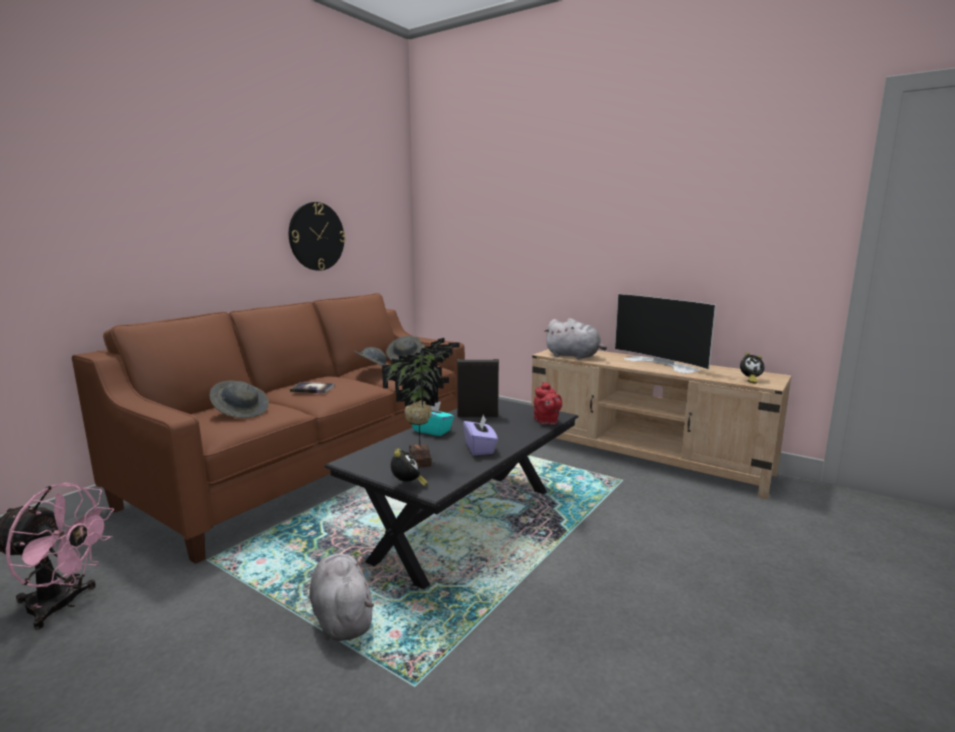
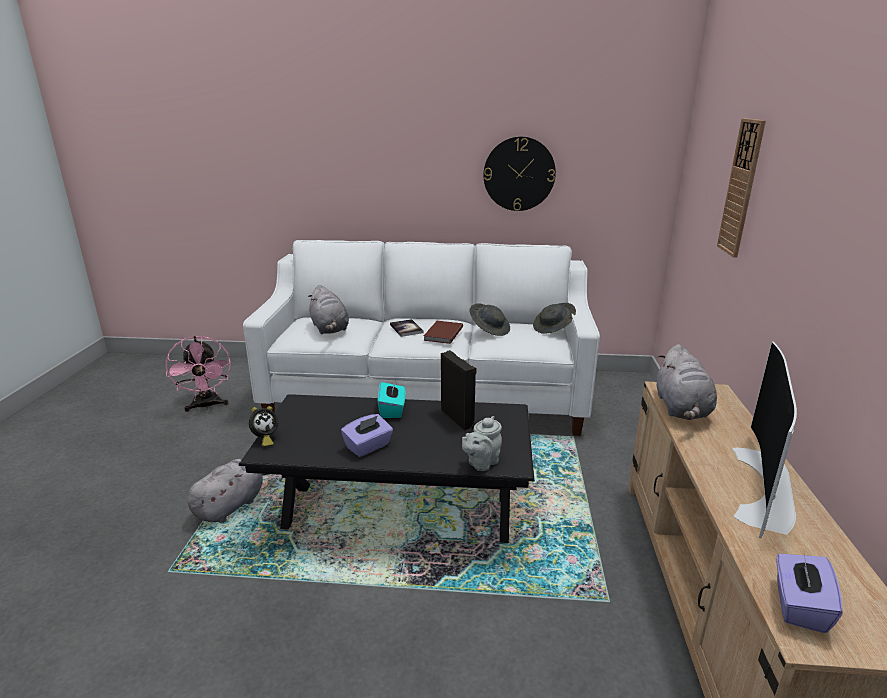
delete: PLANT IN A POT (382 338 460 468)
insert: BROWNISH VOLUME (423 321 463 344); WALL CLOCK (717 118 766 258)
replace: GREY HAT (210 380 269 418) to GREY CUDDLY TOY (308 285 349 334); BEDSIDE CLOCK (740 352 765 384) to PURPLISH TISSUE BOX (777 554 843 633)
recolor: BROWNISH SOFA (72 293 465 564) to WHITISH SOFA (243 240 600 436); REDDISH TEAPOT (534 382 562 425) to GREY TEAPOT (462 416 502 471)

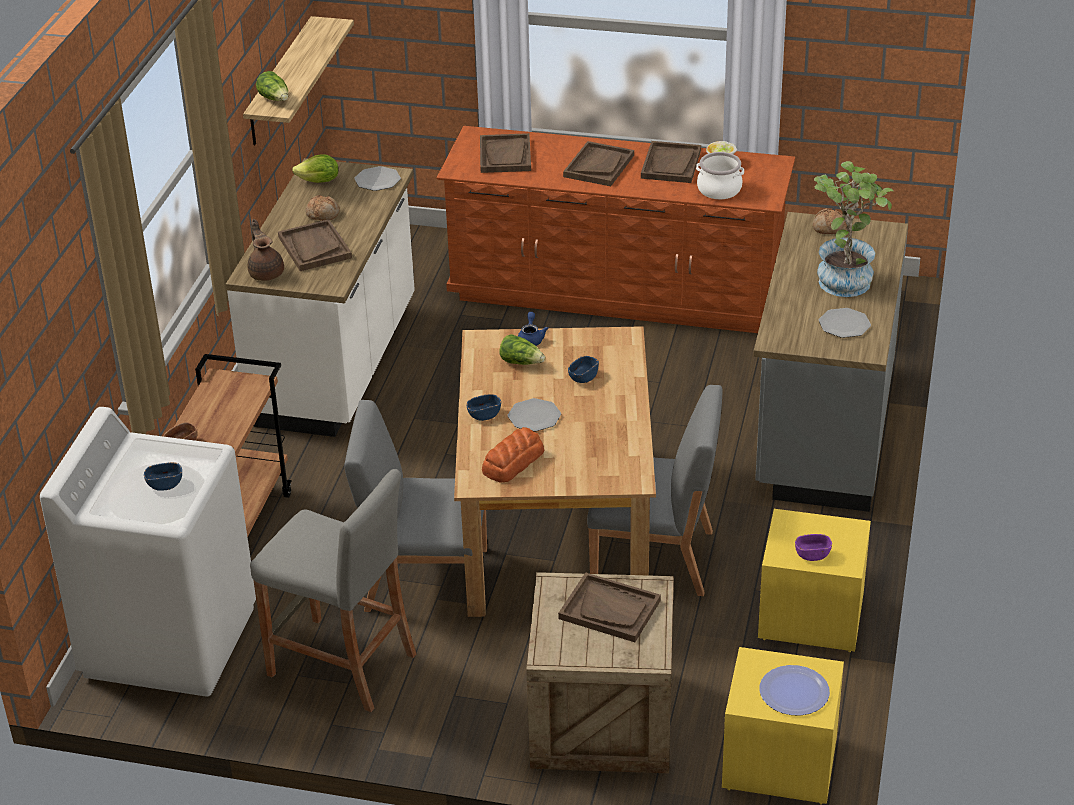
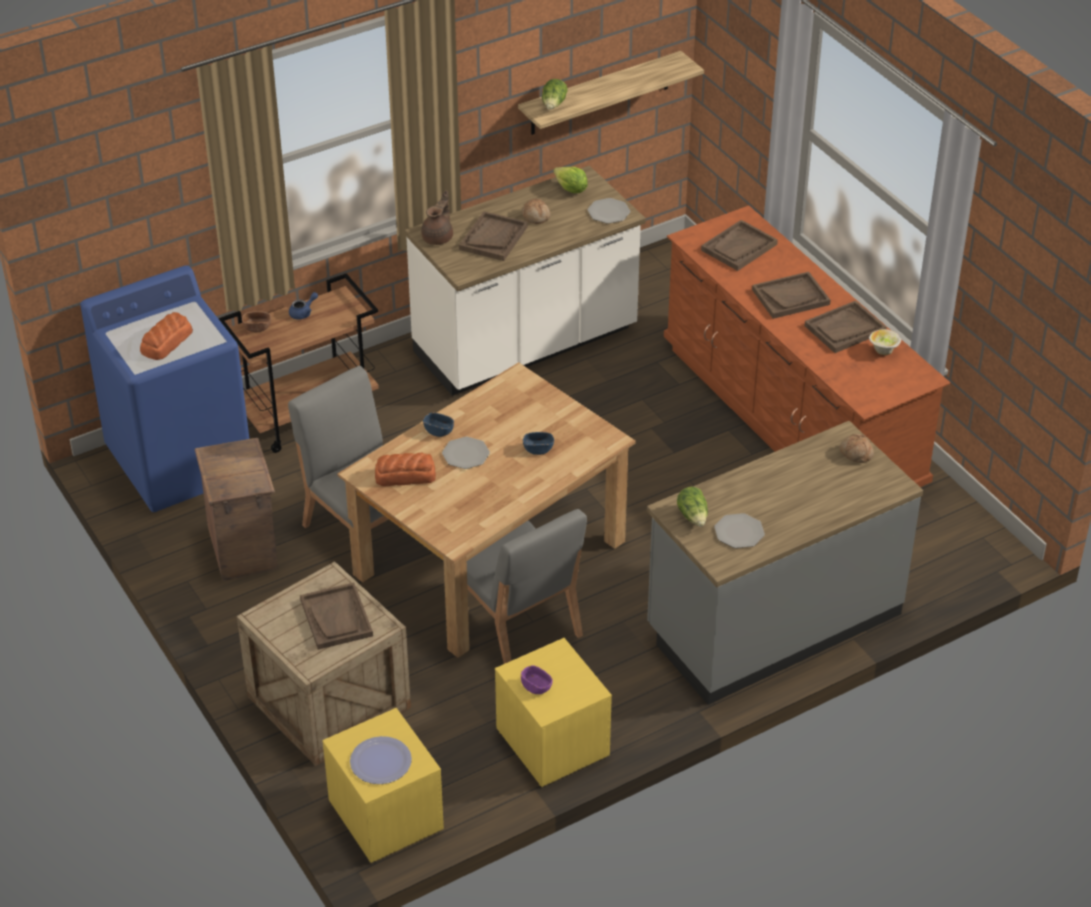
delete: COOKING POT (696 152 744 199); PLANT IN A POT (814 161 894 297)
move: BLUISH TEAPOT (518 312 548 346) to (289 292 318 320); LETTUCE (499 334 545 365) to (677 487 708 527)
replace: BLUISH SERVING BOWL (144 462 182 491) to BAKERY BREAD (140 312 193 360); GREY SITTING STOOL (250 469 416 712) to PACKING CRATE (195 438 278 581)
recolor: WHITISH WASHING MACHINE (40 407 256 696) to BLUISH WASHING MACHINE (80 265 249 512)

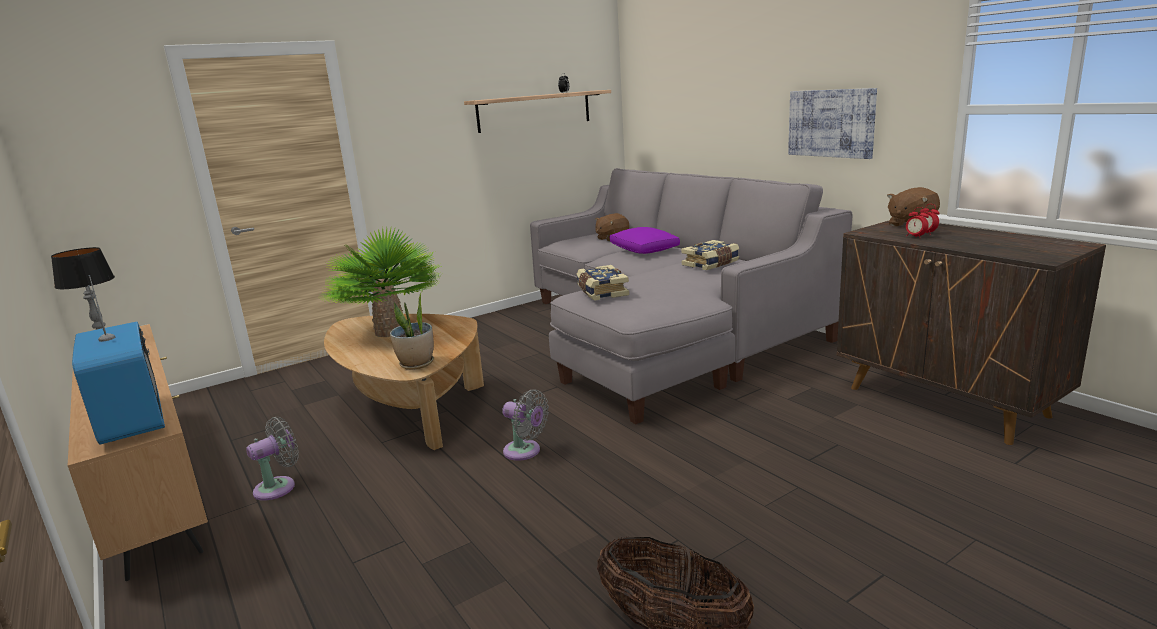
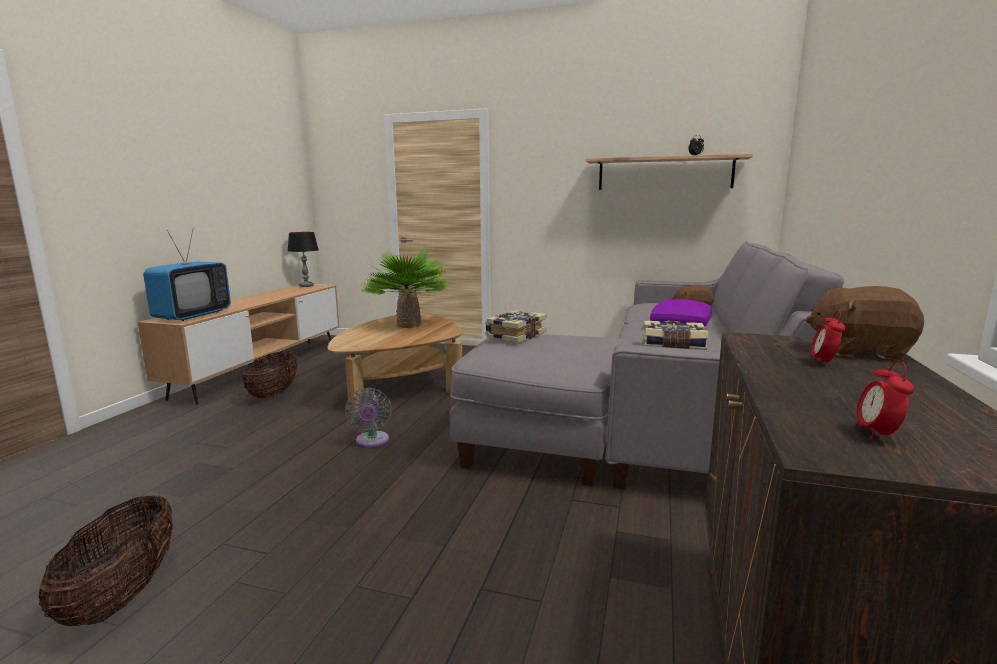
delete: PLANT IN A POT (390 292 434 370); WALL ART (788 88 877 159)
move: BEDSIDE CLOCK (906 207 929 237) to (856 361 914 440)
replace: GREY ELECTRIC FAN (246 417 299 501) to STORAGE BASKET (243 351 297 398)

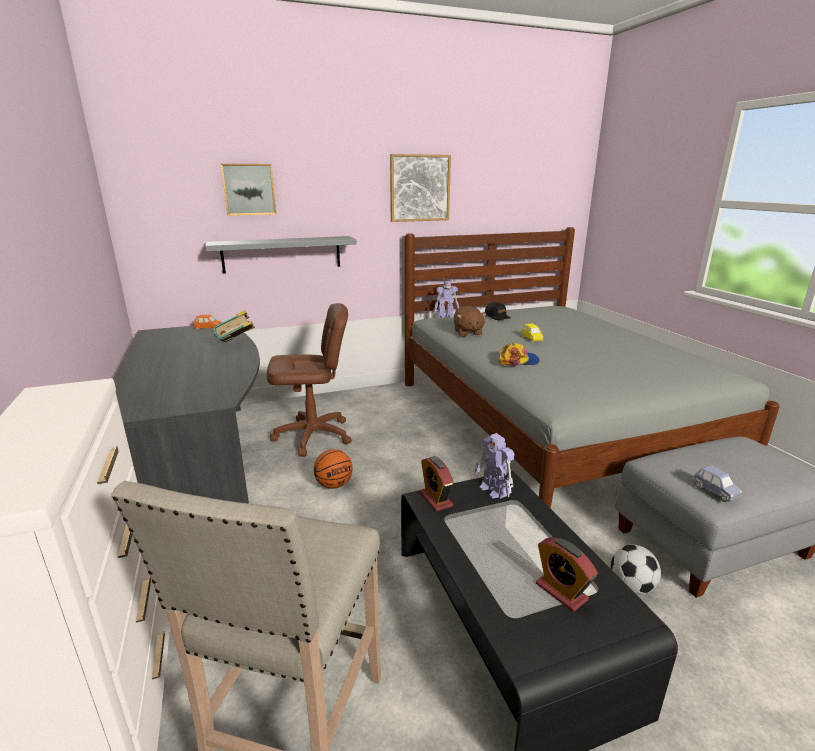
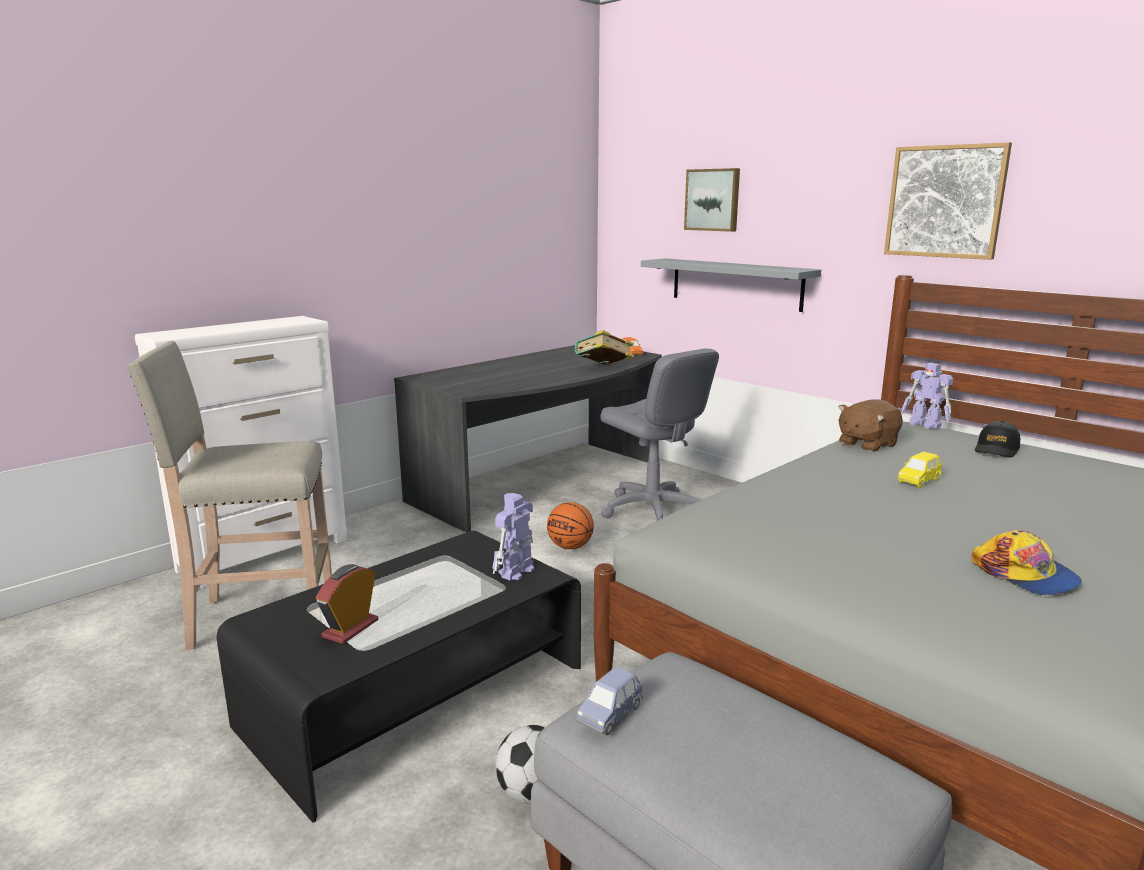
delete: BEDSIDE CLOCK (420 456 454 512)
move: CAP (499 343 540 366) to (972 530 1082 595)
recolor: BROWNISH OFFICE CHAIR (267 303 352 457) to GREY OFFICE CHAIR (600 348 719 521)

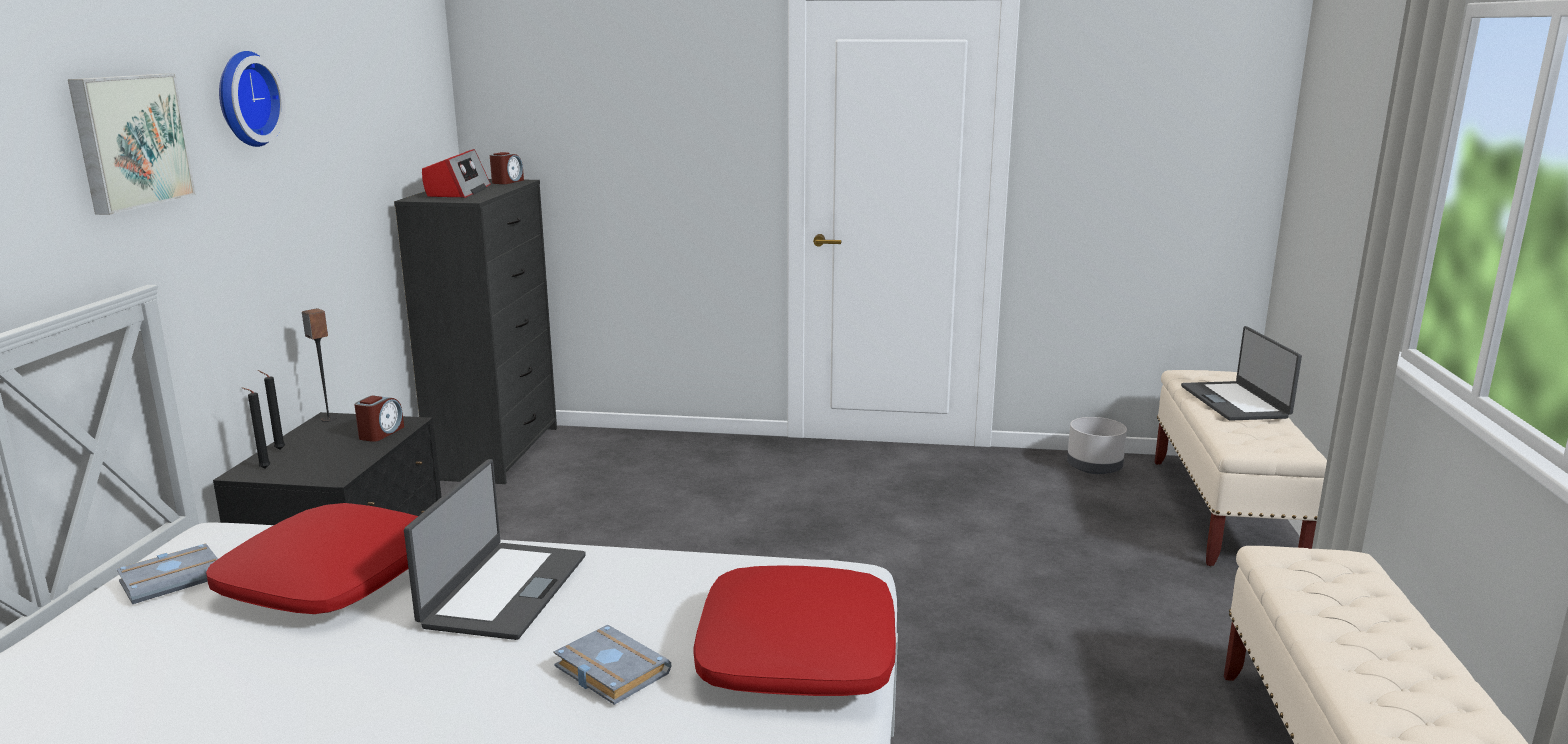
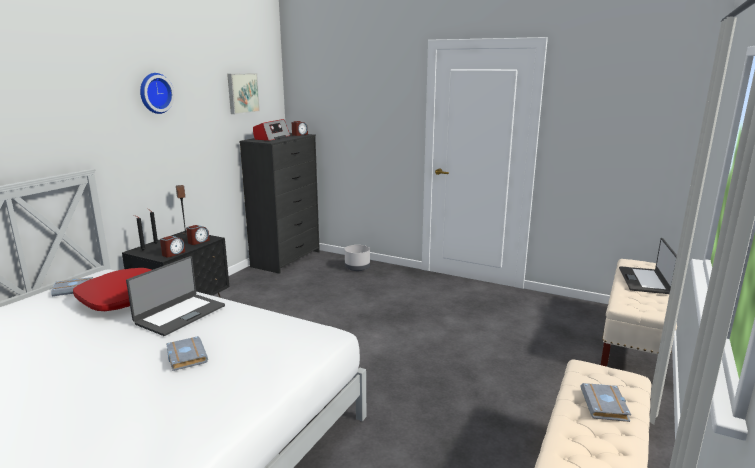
delete: REDDISH CUSHION (693 566 896 696)
insert: BEDSIDE CLOCK (160 236 185 257); GREY VOLUME (580 383 631 422)
move: WALL ART (68 74 196 215) to (227 73 260 114); GREY PLANTER (1067 417 1127 474) to (345 245 370 271)

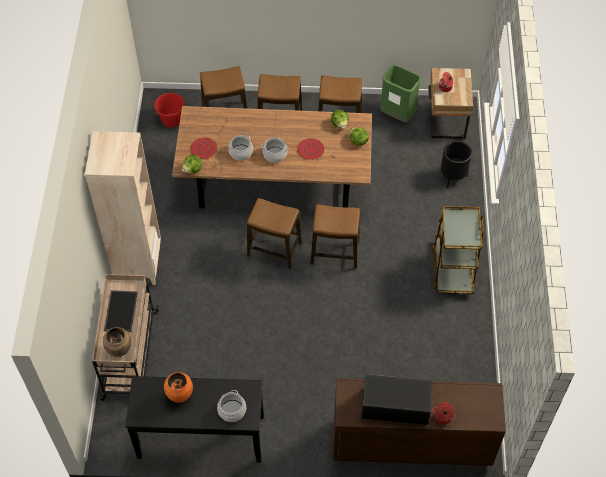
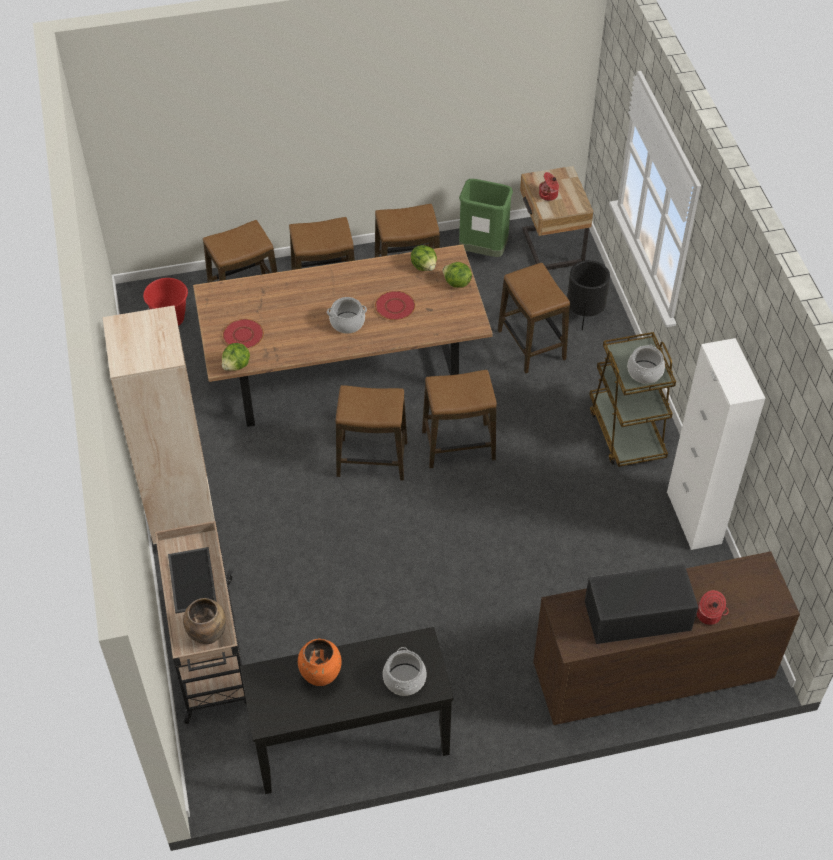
insert: SITTING STOOL (498 263 570 373); WHITISH CABINET (667 338 765 550)
move: COOKING POT (228 135 253 161) to (627 344 665 384)

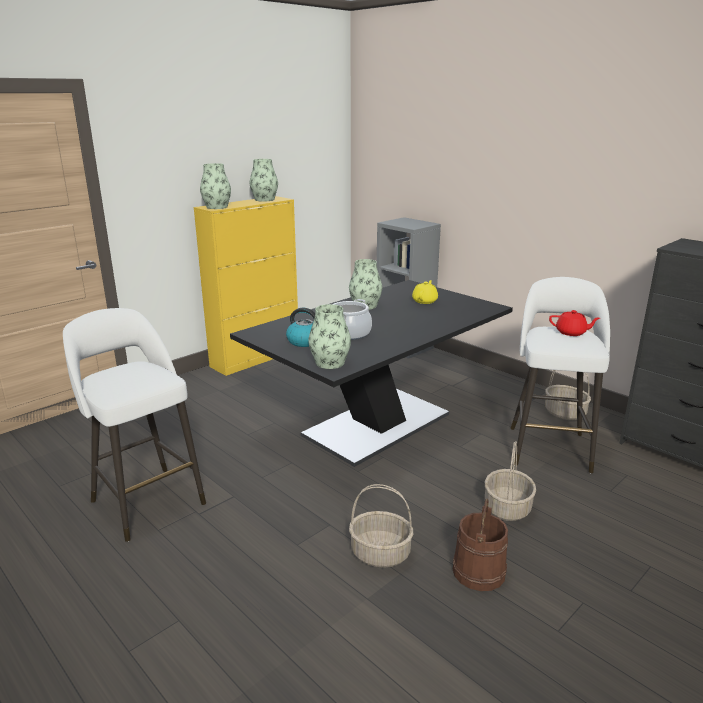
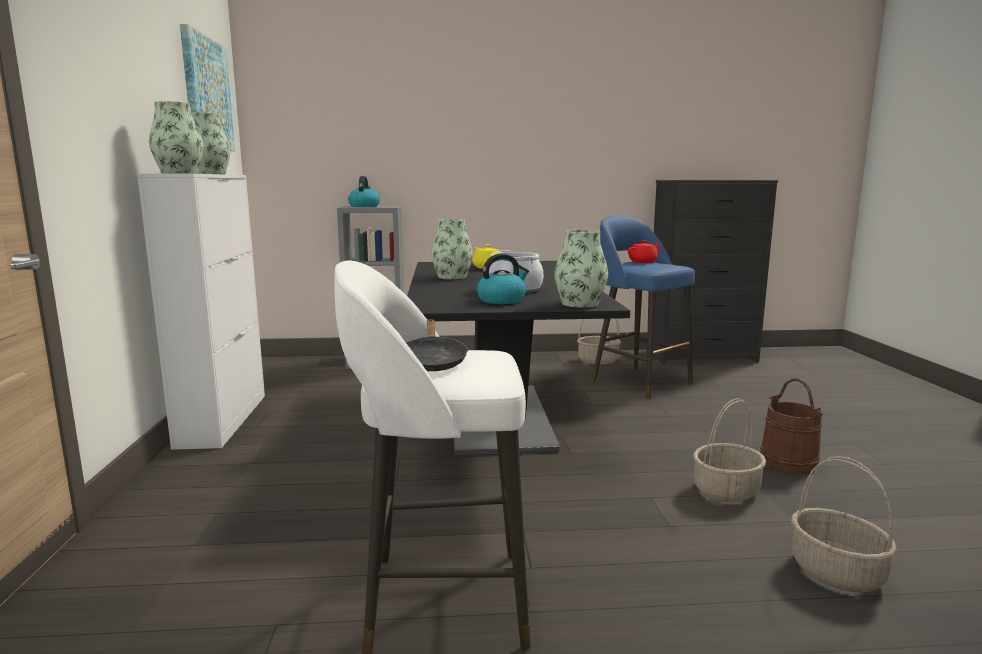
insert: WALL ART (180 24 235 151); TEA KETTLE (348 176 380 207); BLACK-COLOURED SKILLET (406 319 468 371)
move: STORAGE BASKET (485 441 536 521) to (791 456 897 592)
recolor: YELLOW CABINET (194 196 298 376) to WHITISH CABINET (137 174 265 450); WHITISH SITTING STOOL (510 277 610 473) to BLUISH SITTING STOOL (592 215 695 399)

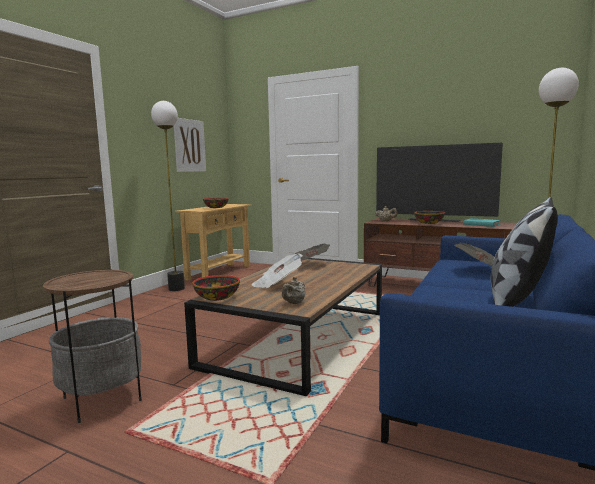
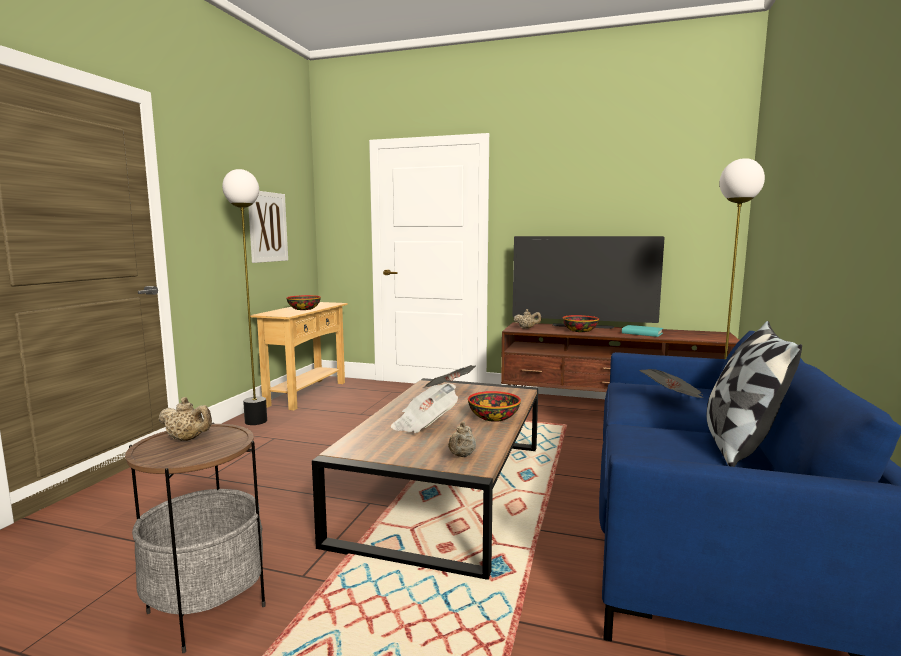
insert: BEIGE-COLOURED TEAPOT (158 397 212 441)
move: SERVING BOWL (192 275 240 301) to (468 391 521 422)

